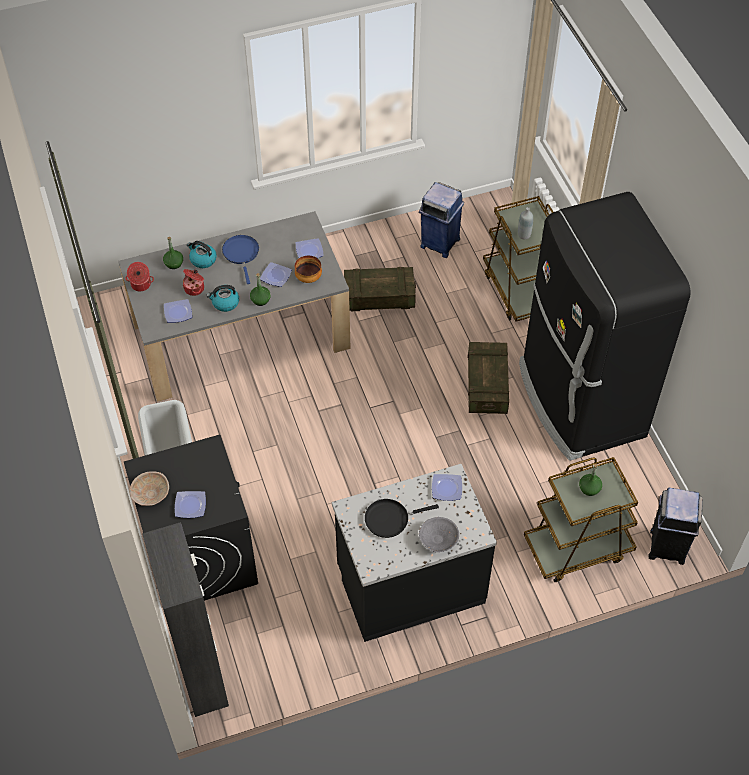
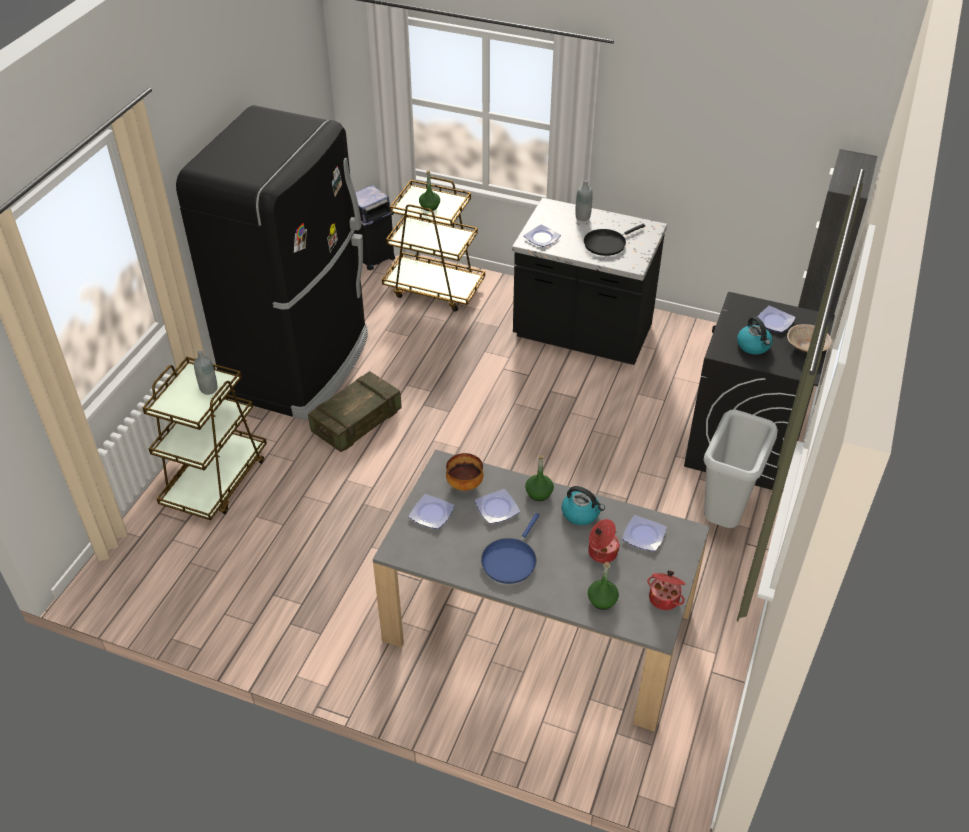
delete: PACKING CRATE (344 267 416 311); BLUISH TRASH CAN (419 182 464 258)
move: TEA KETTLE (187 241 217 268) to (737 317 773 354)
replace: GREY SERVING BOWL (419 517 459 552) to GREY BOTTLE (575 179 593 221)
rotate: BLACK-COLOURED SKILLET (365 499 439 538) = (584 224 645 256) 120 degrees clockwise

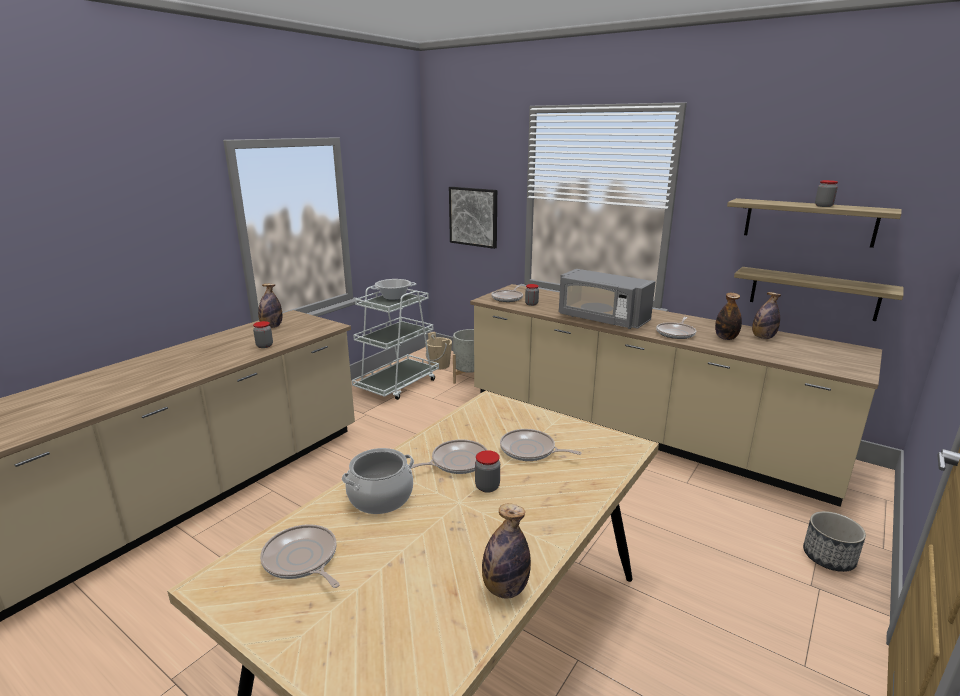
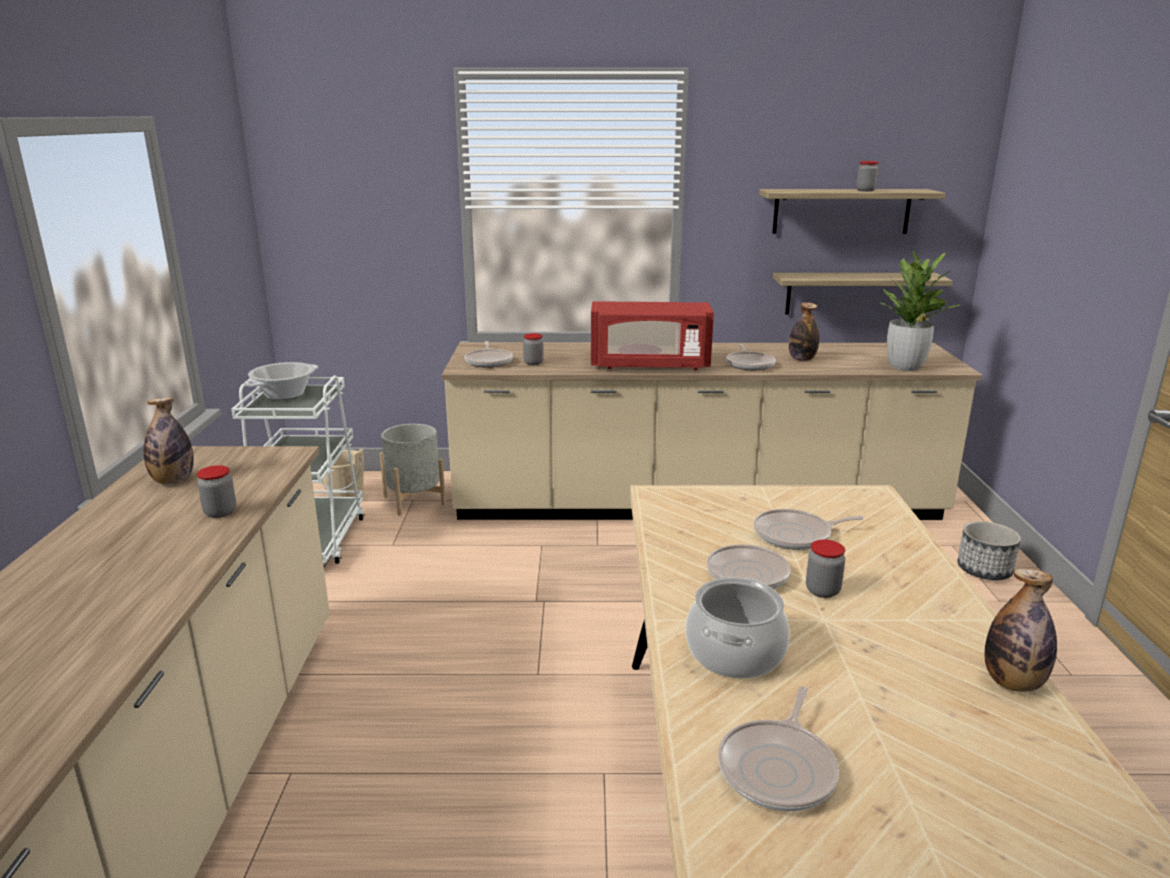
delete: WALL ART (449 187 497 249); BOTTLE (752 292 781 339)
insert: PLANT IN A POT (875 250 960 371)
recolor: GREY KITCHEN MICROWAVE (559 269 655 329) to REDDISH KITCHEN MICROWAVE (591 301 714 370)
rotate: SKILLET (260 524 340 588) = (718 686 839 812) 75 degrees counterclockwise

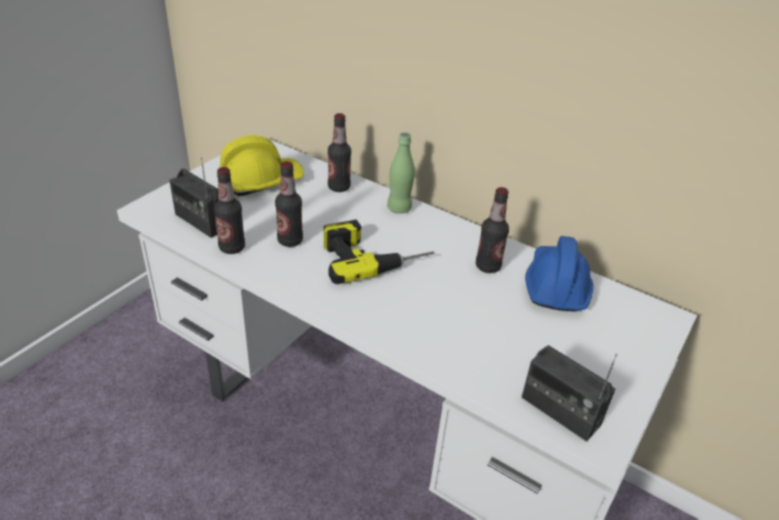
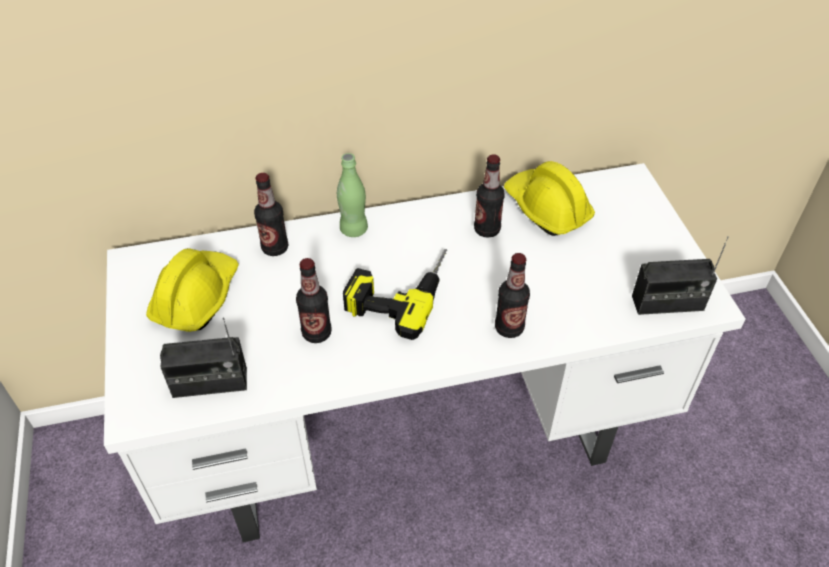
move: BOTTLE (214 167 245 254) to (495 253 530 338)
recolor: BLUISH HARD HAT (525 236 594 312) to YELLOW HARD HAT (504 161 595 236)

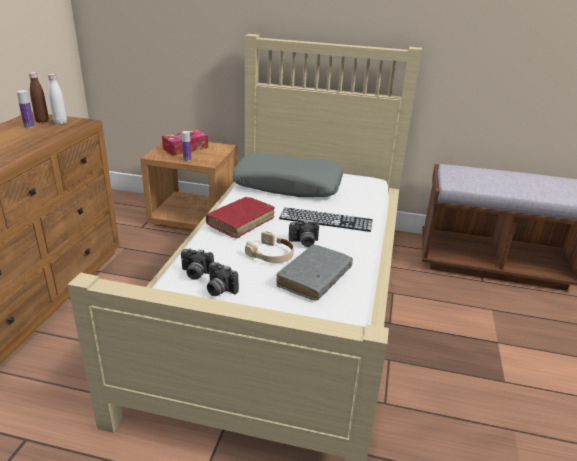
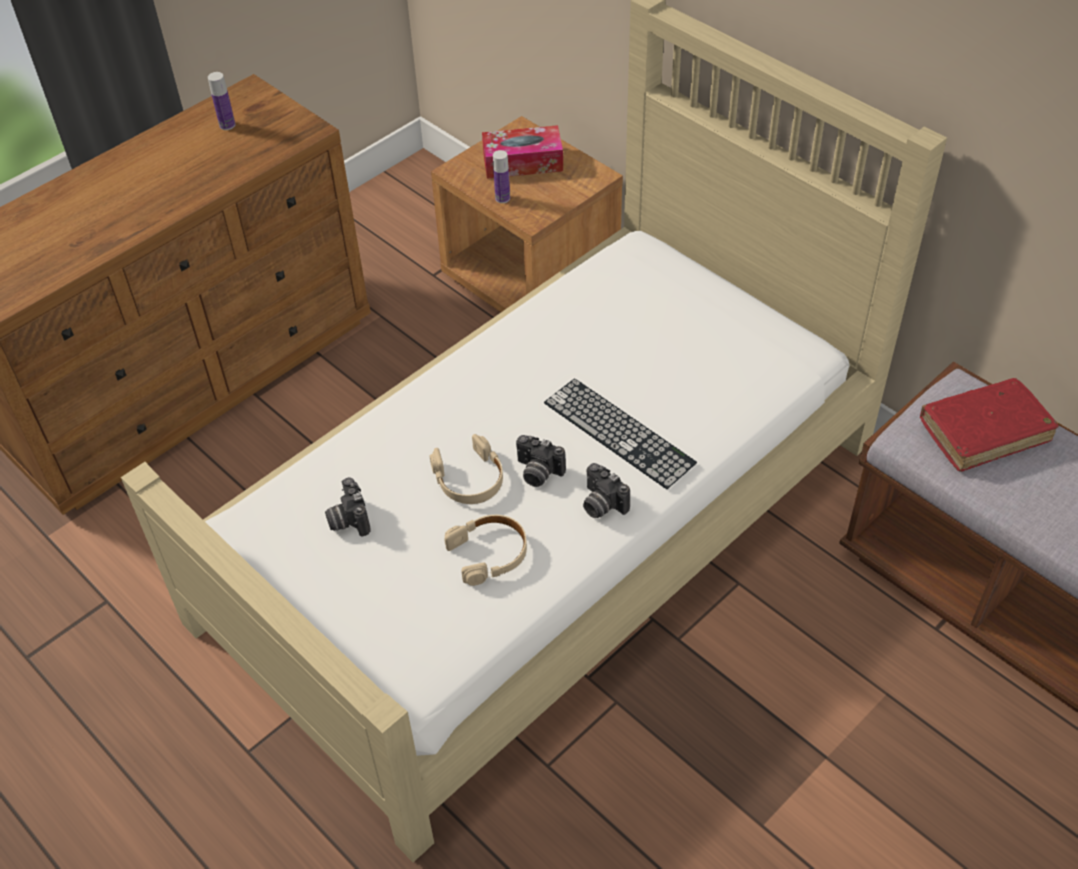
delete: BROWNISH BOTTLE (29 72 49 123); WHITISH BOTTLE (48 74 67 124); GREY CUSHION (232 153 343 197)
move: PHOTO CAMERA (181 248 214 280) to (583 463 630 518); REDDISH VOLUME (206 197 275 238) to (920 378 1059 472)
replace: GREY VOLUME (276 244 353 301) to BEIGE-COLOURED HEADPHONES (444 515 527 586)

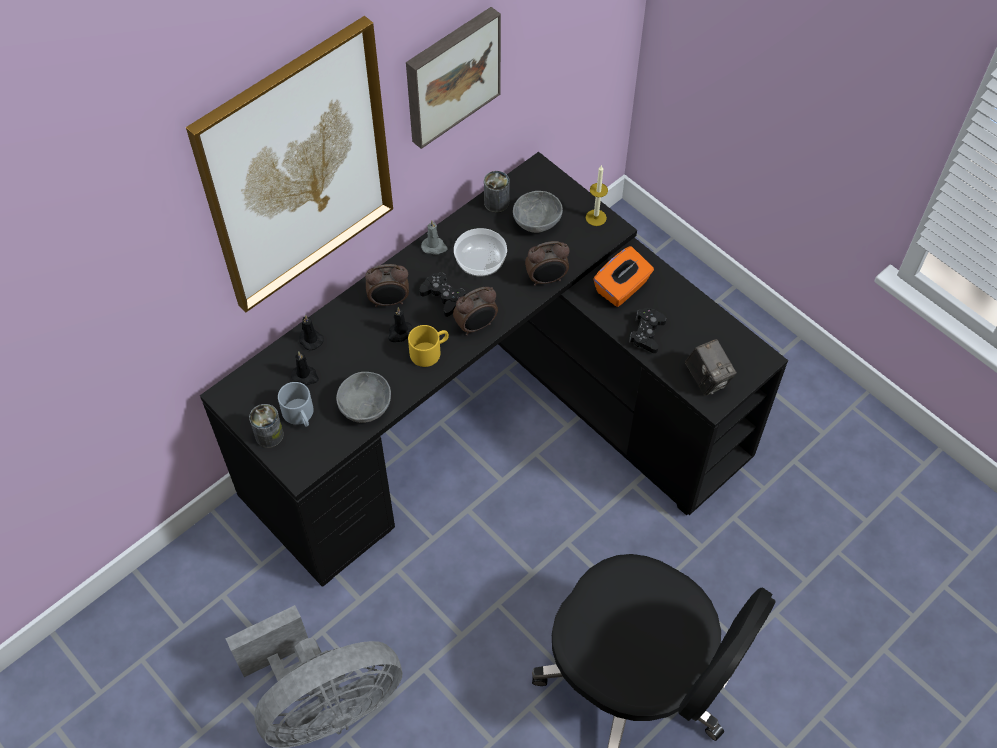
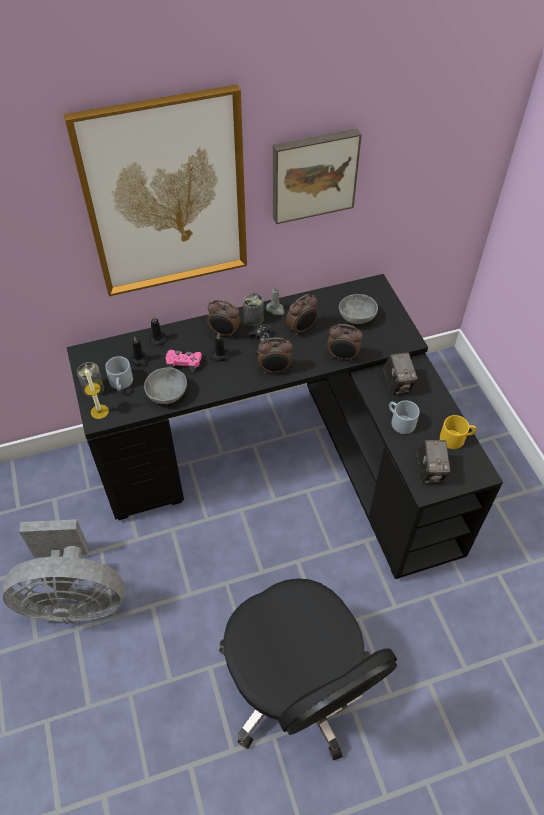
insert: PINK-COLOURED GAMEPAD (166 350 202 372)
move: CANDLE (586 165 608 226) to (85 369 109 419); METAL CAN (484 171 510 213) to (243 293 264 326); YELLOW MUG (408 325 449 367) to (440 415 477 449)
replace: SERVING BOWL (454 228 507 277) to BEDSIDE CLOCK (286 294 318 336); ORANGEY TISSUE BOX (593 246 654 307) to PHOTO CAMERA (383 352 418 395); BLACK-COLOURED GAMEPAD (629 308 666 353) to GREY MUG (389 401 420 434)

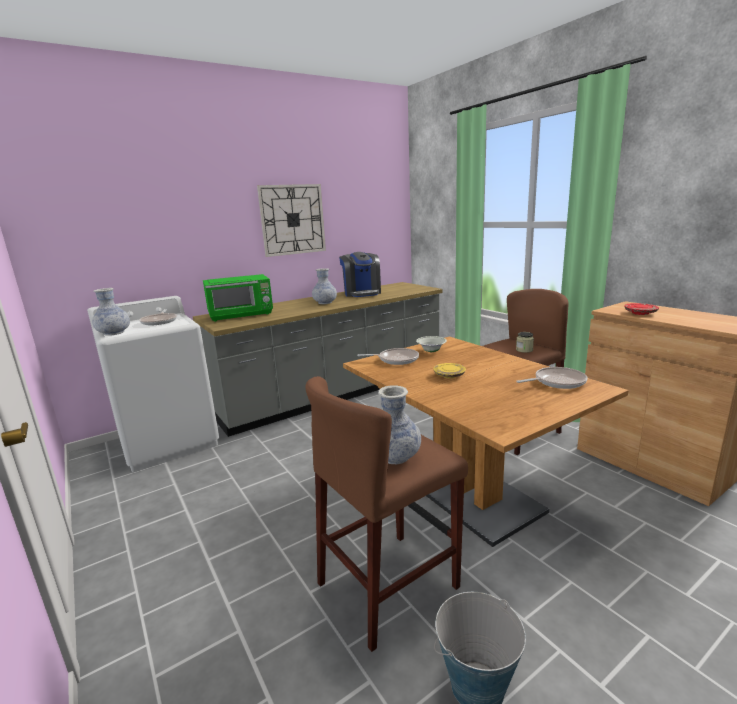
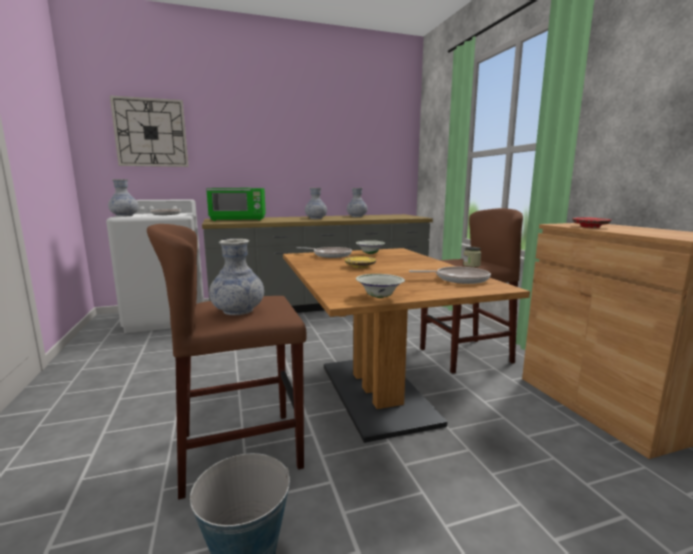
insert: WHITISH SERVING BOWL (356 274 405 298)
move: WALL CLOCK (257 184 326 257) to (110 96 189 167)
replace: COFFEE MACHINE (339 252 381 297) to DECORATIVE VASE (347 188 367 217)

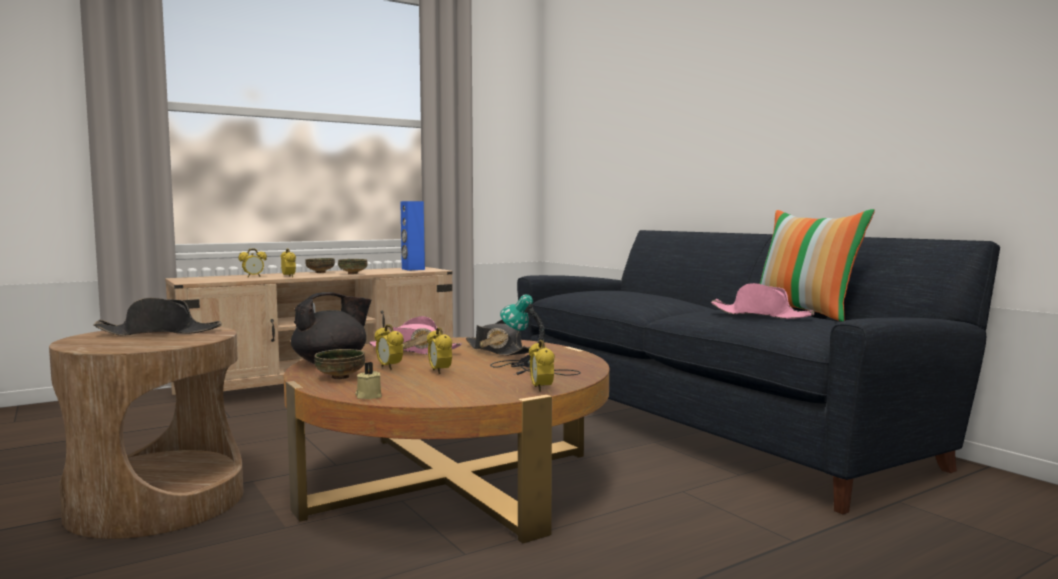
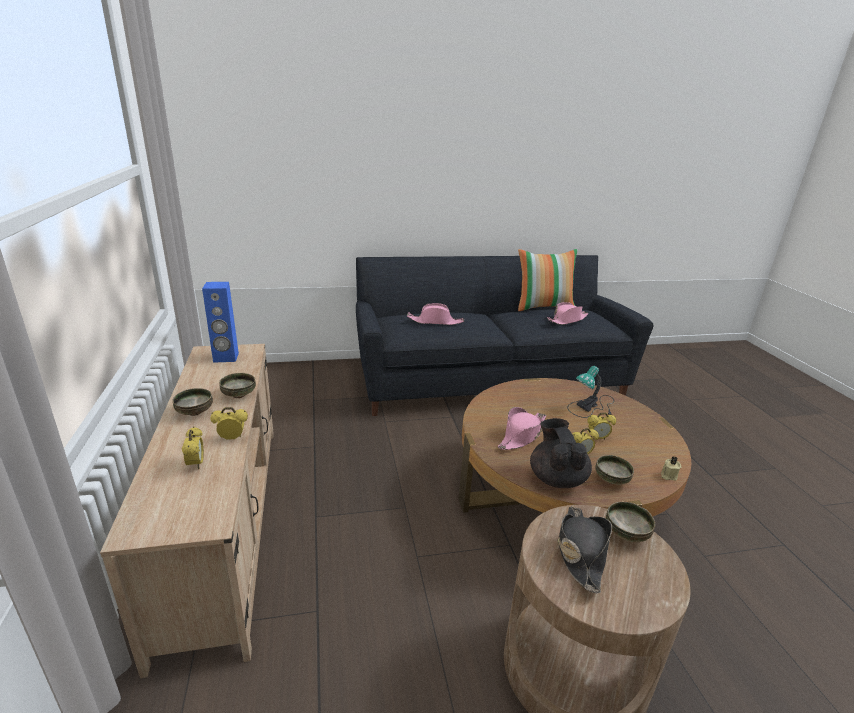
delete: BLACK-COLOURED HAT (466 320 530 356); BEDSIDE CLOCK (529 340 555 392)
insert: PINK-COLOURED HAT (407 303 464 325); SERVING BOWL (606 502 655 542)

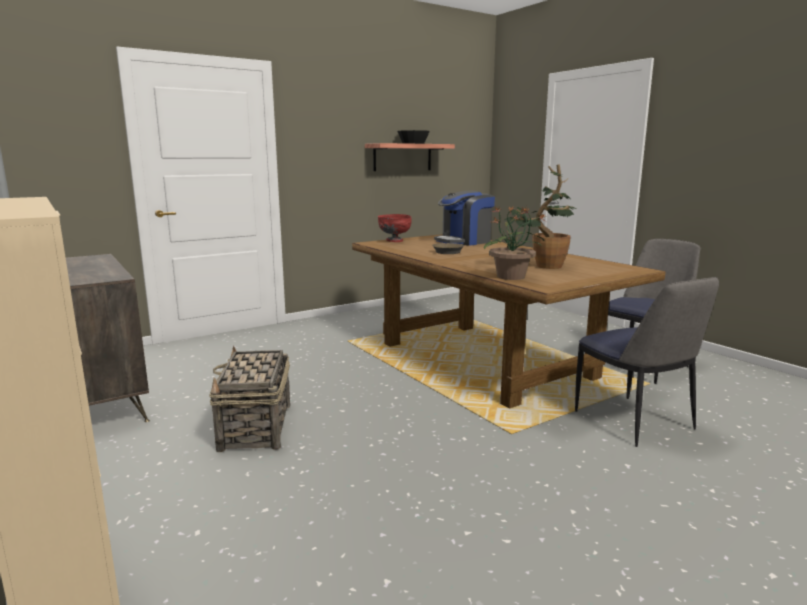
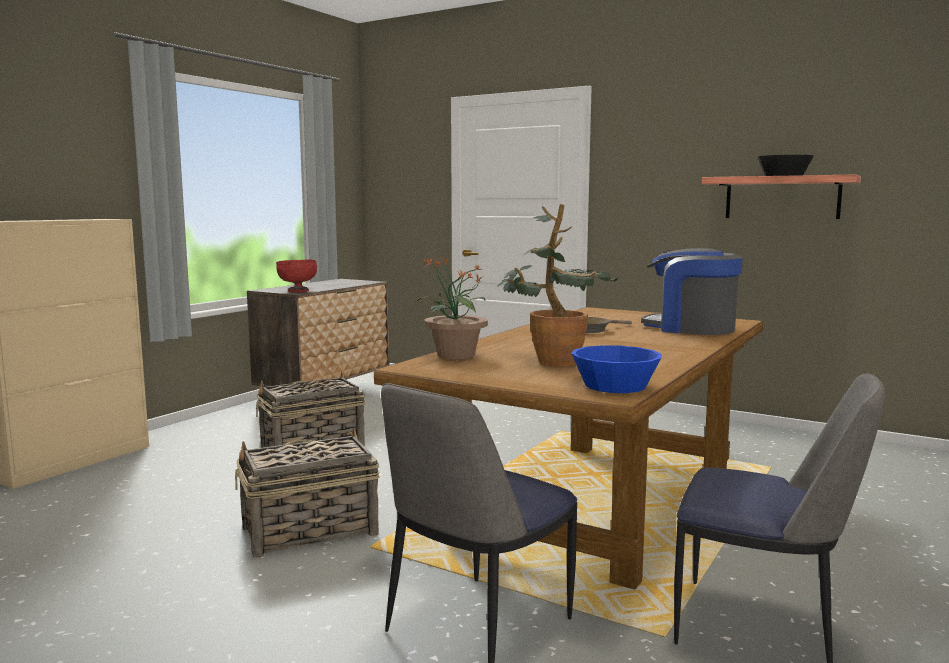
insert: STORAGE BASKET (235 428 380 558); BLUISH SERVING BOWL (571 345 662 393)
move: REDDISH SERVING BOWL (378 214 412 242) to (276 260 317 293)

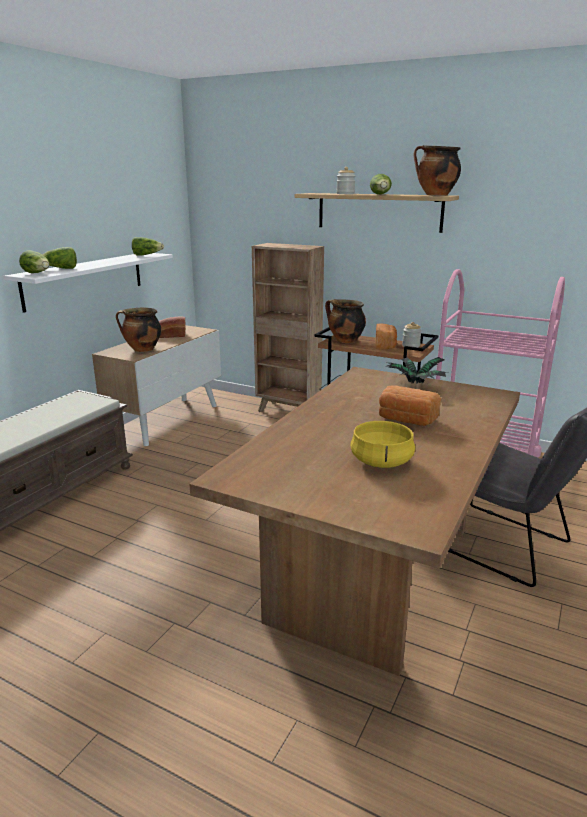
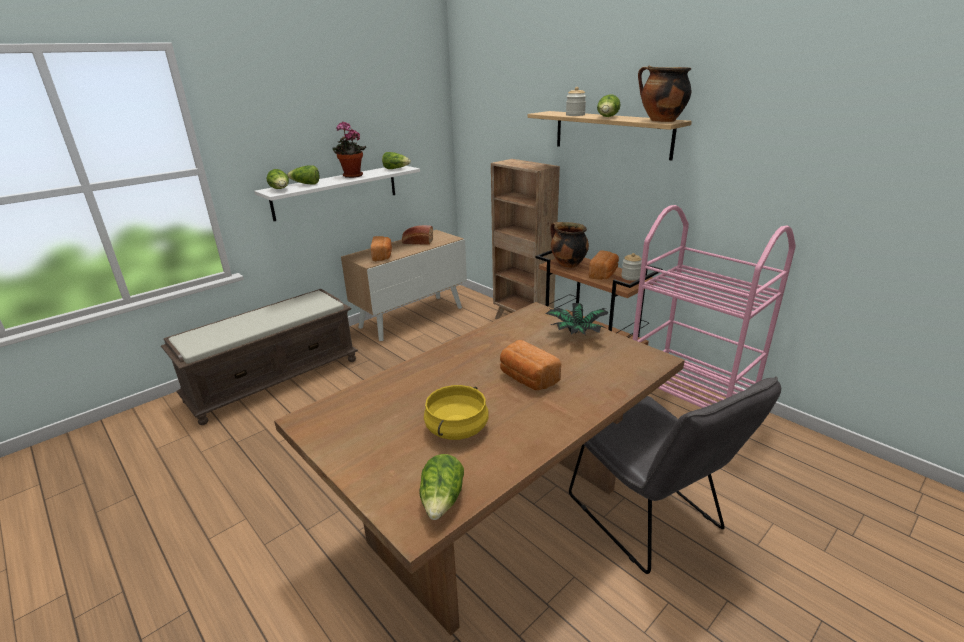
insert: PLANT IN A POT (333 122 366 178); LETTUCE (419 454 464 520)
replace: COOKING POT (116 308 161 352) to BAKERY BREAD (371 236 392 261)

